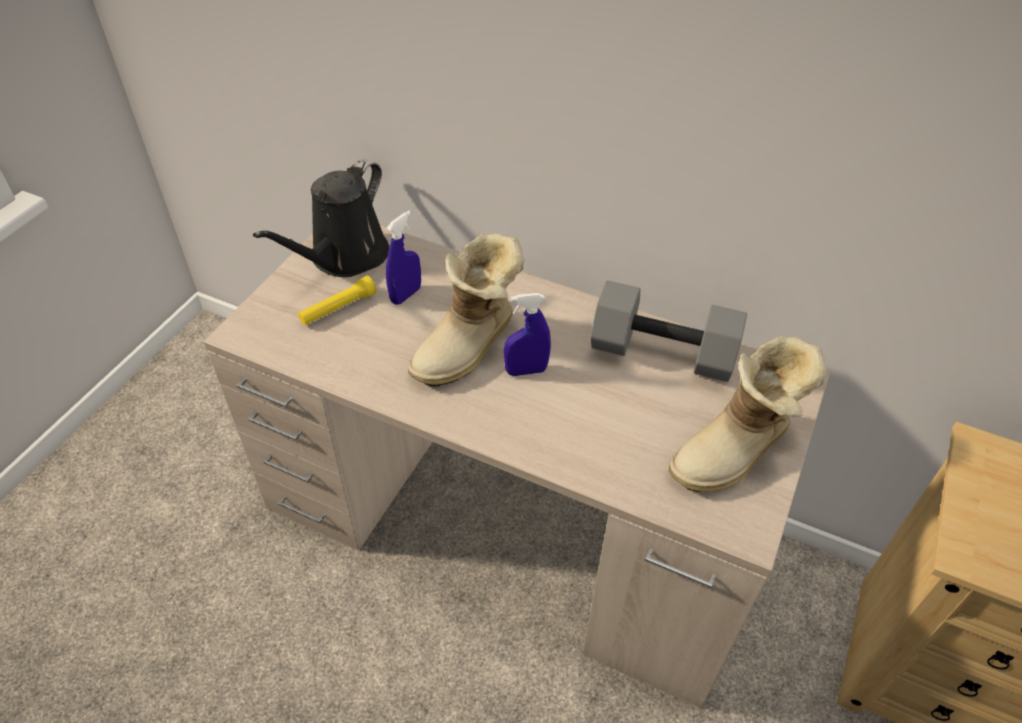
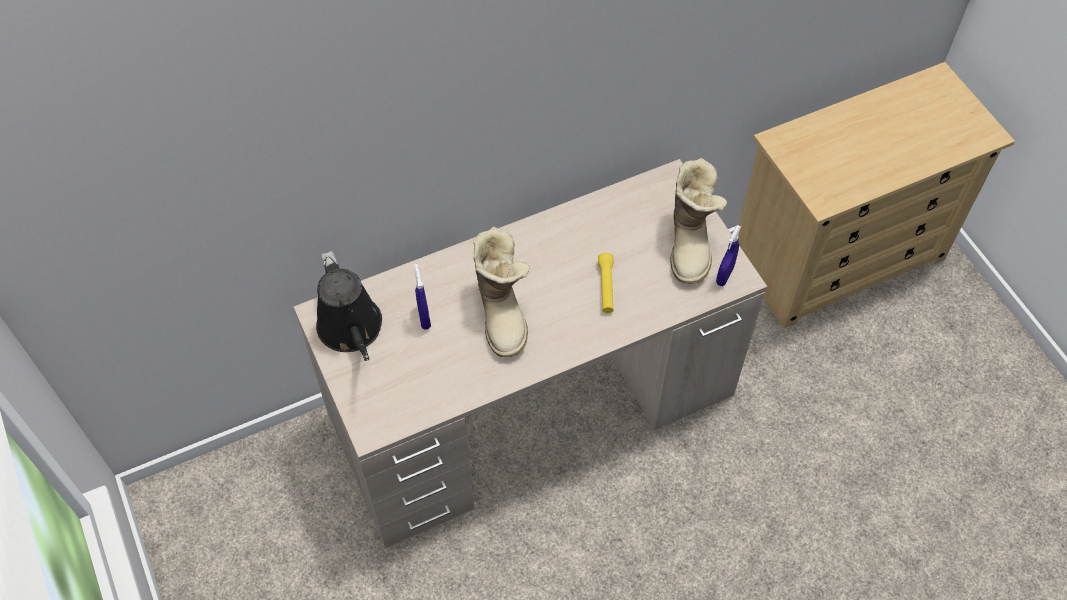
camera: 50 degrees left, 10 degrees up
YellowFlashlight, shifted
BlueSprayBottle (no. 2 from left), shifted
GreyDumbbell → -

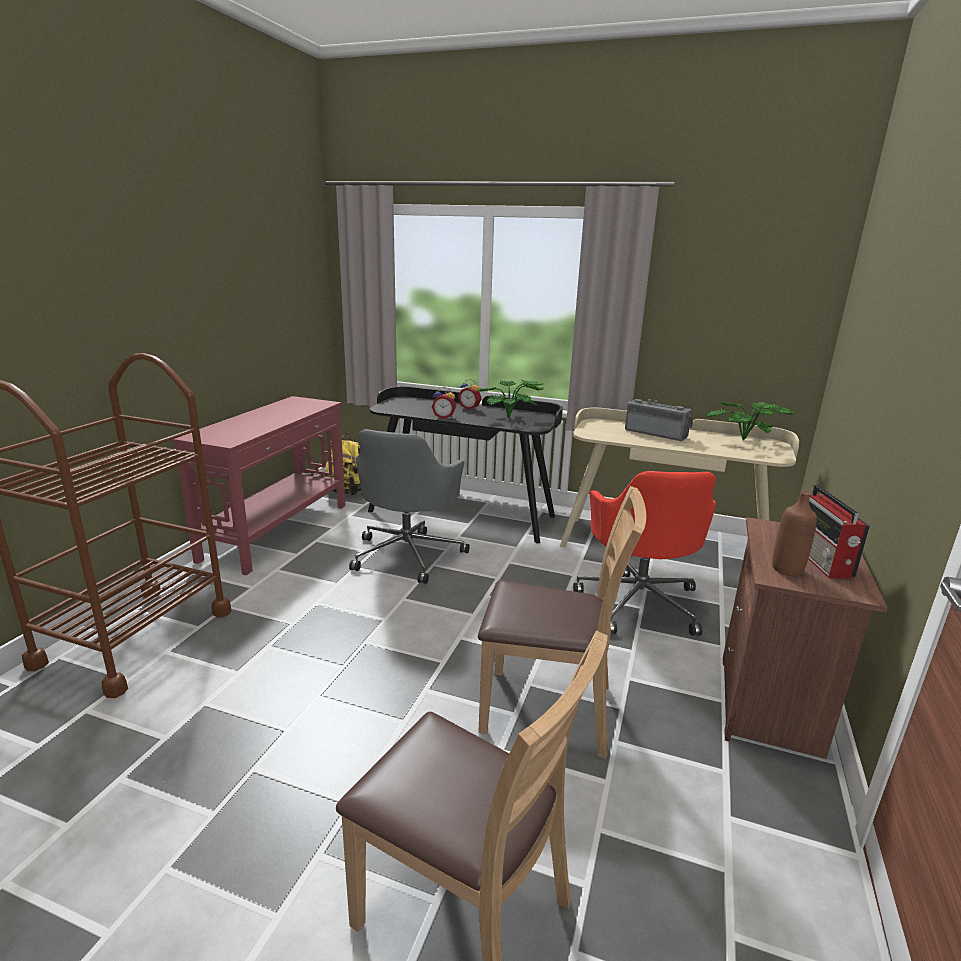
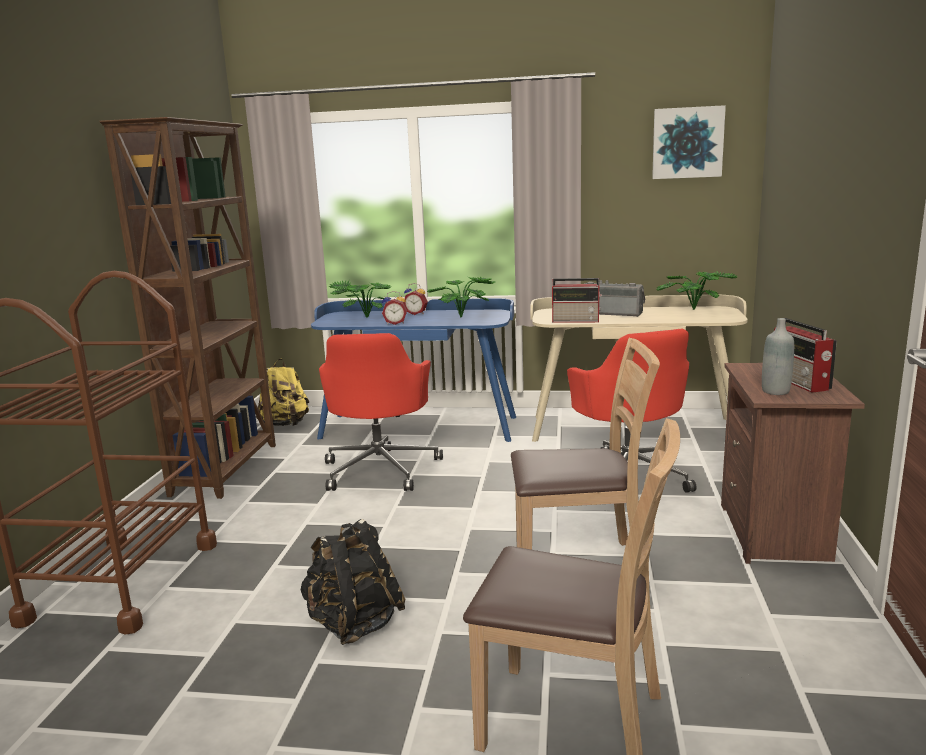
camera: 10 degrees left, 5 degrees down
RedConsoleTable → BrownBookcase
- → BlackBackpack
BlackDesk → BlueDesk
GreyOfficeChair → RedOfficeChair (no. 1 from left)
- → PottedPlant (no. 1 from left)
- → Radio (no. 1 from left)
- → Picture
BrownBottle → GreyBottle

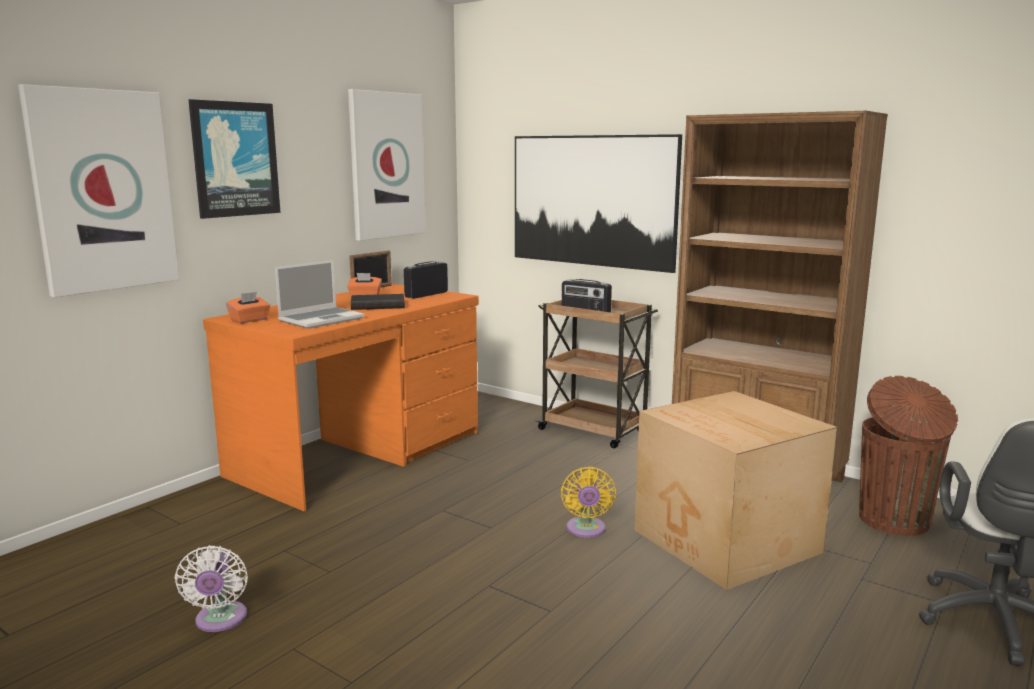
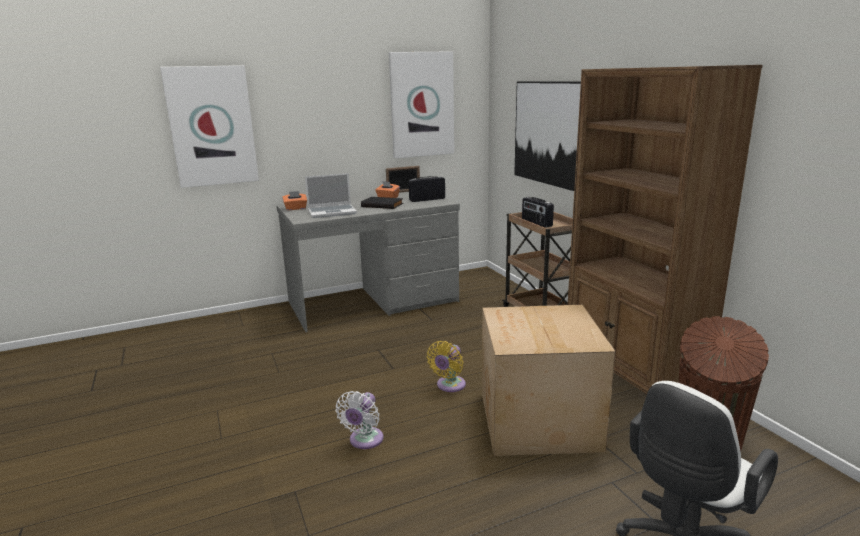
camera: 30 degrees right, 5 degrees up
OrangeDesk → GreyDesk
WhiteFan, shifted
Picture (no. 2 from left) → -

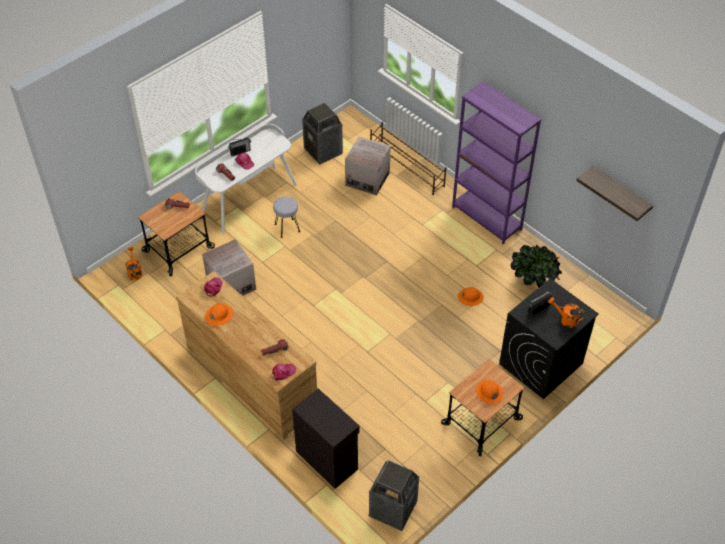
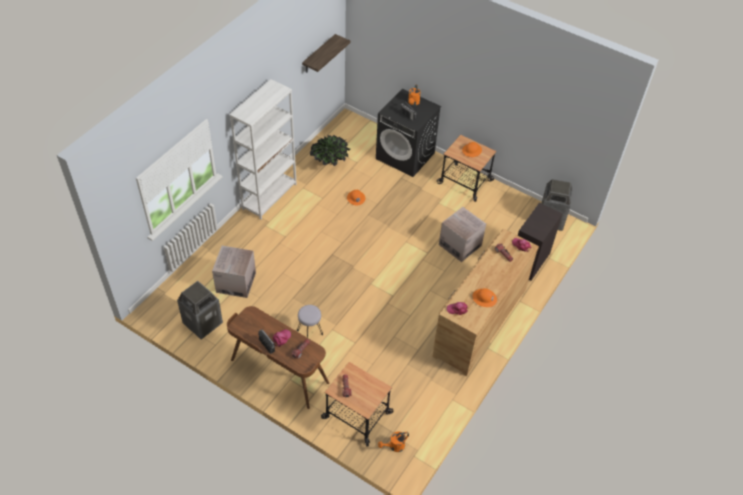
camera: 105 degrees left, 0 degrees up
WhiteDesk → BrownDesk
PurpleBookcase → WhiteBookcase
CardboardBox (no. 1 from left in the first image) → CardboardBox (no. 2 from left), shifted
BrownShoeRack → -

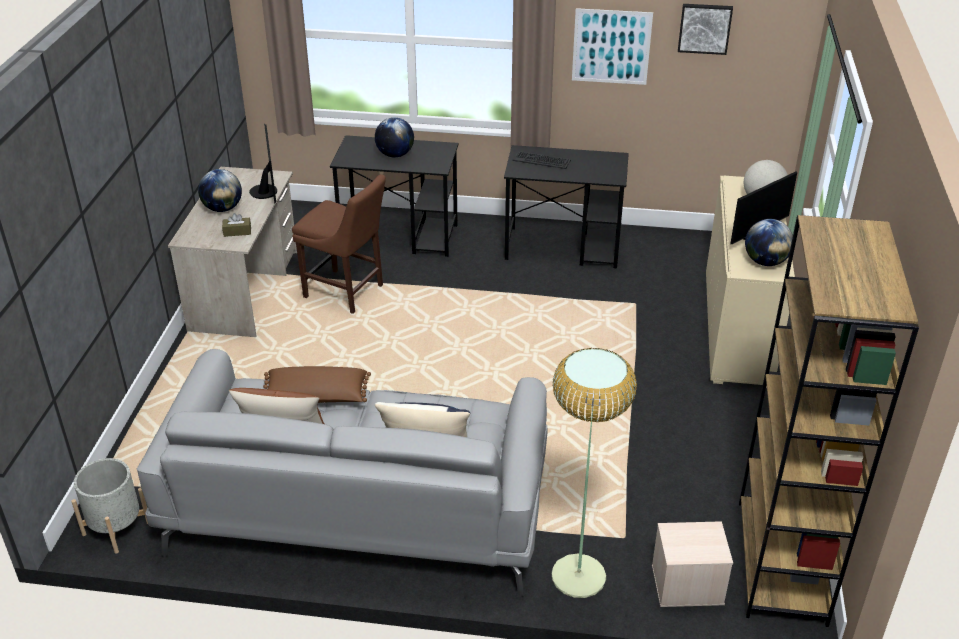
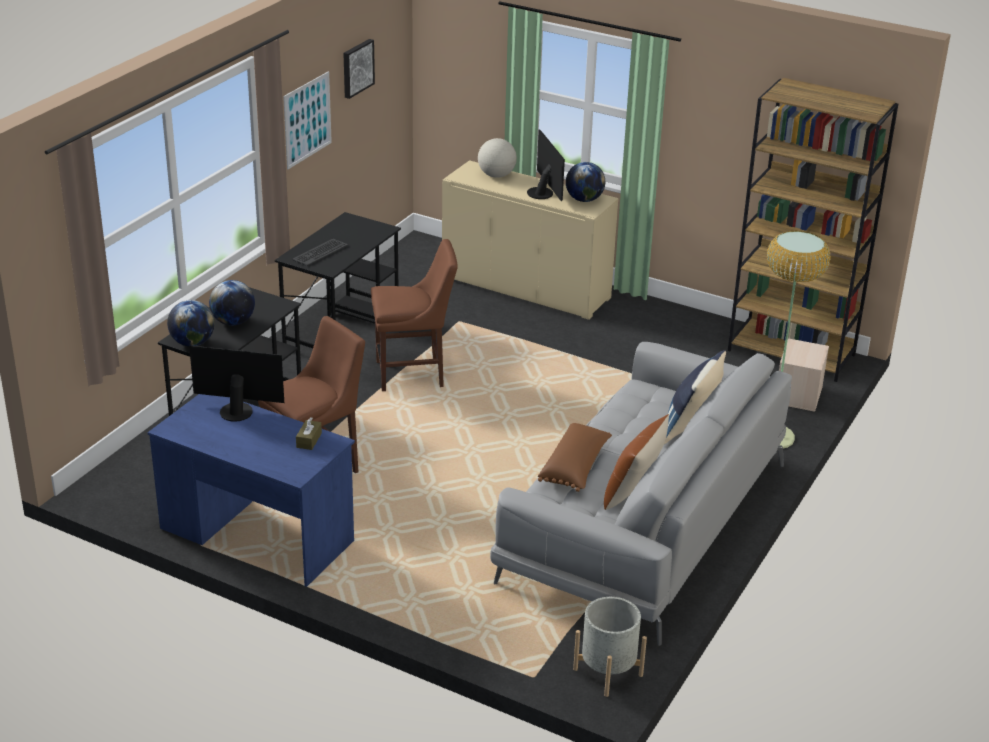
camera: 70 degrees left, 5 degrees down
BeigeDesk → BlueDesk
Globe (no. 1 from left), shifted
- → BrownChair (no. 2 from left)

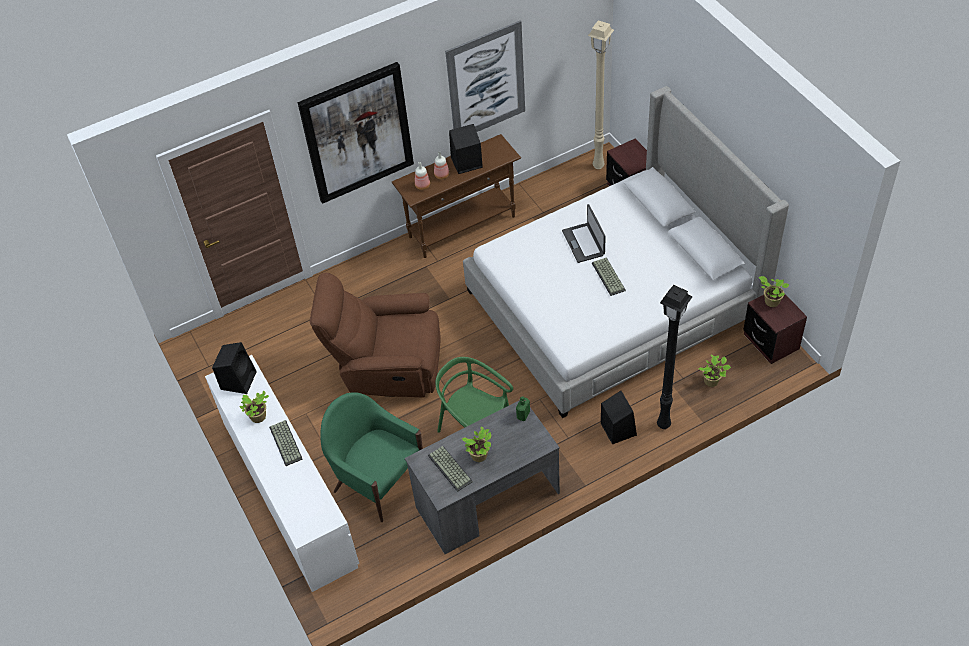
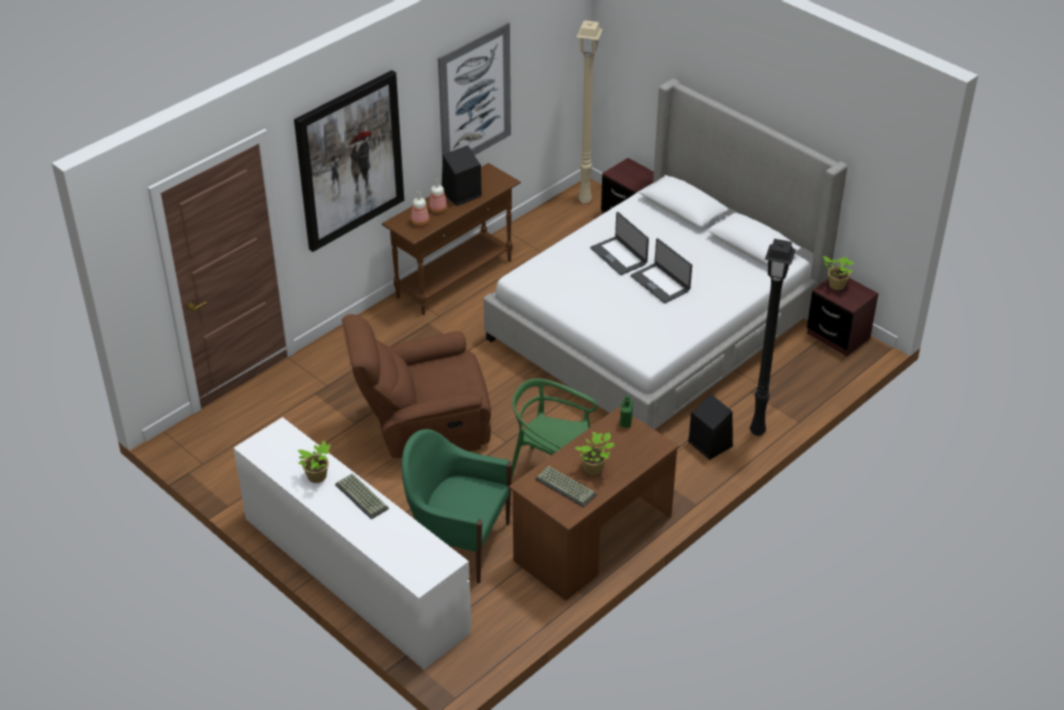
camera: 20 degrees left, 10 degrees down
GreyDesk → BrownDesk
Keyboard (no. 3 from left) → Laptop (no. 2 from left)
BlackSpeaker (no. 1 from left) → -
PottedPlant (no. 3 from left) → -

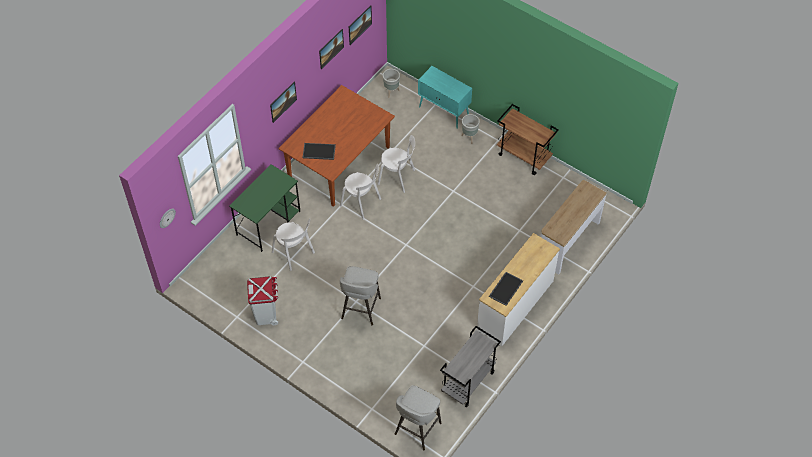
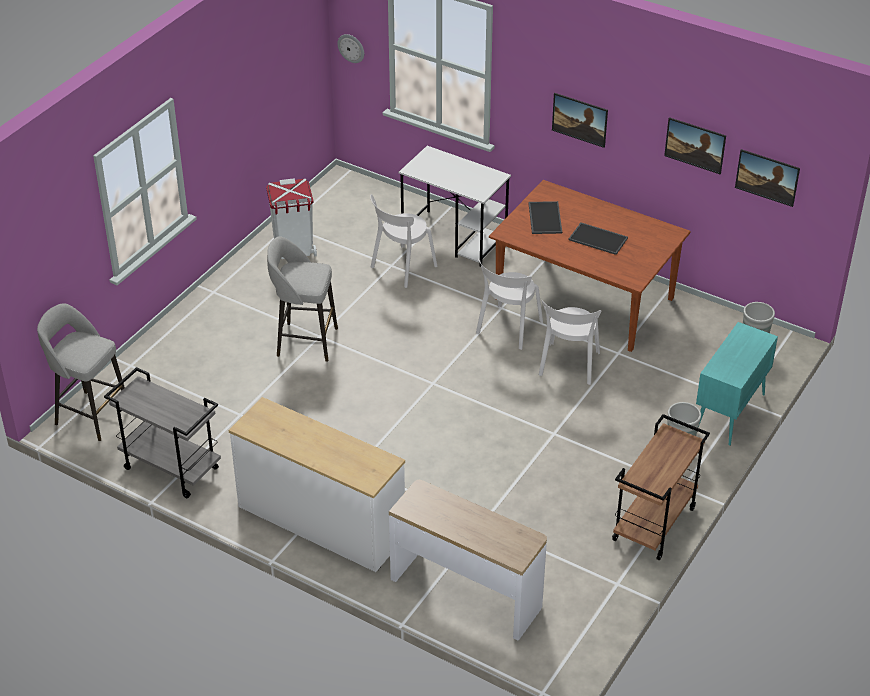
camera: 85 degrees right, 15 degrees down
GreenDesk → WhiteDesk
Tray (no. 2 from left), shifted

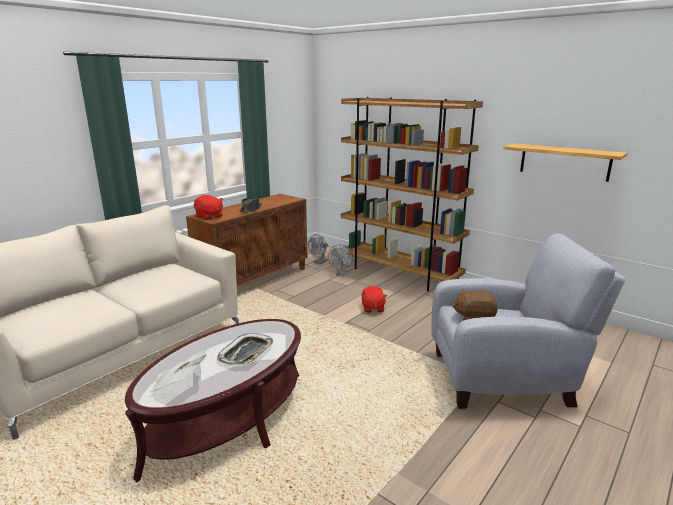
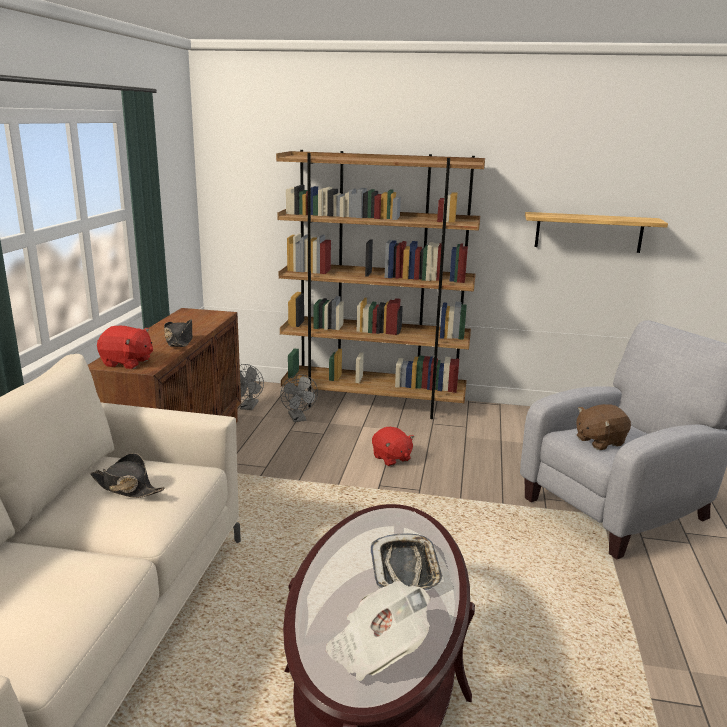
camera: 30 degrees left, 0 degrees up
- → BlackHat (no. 1 from left)

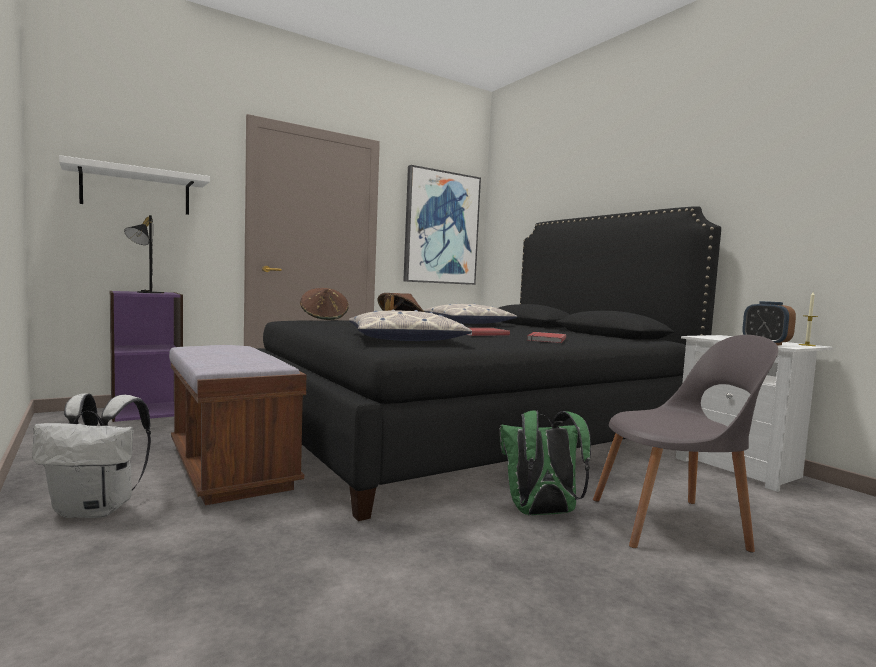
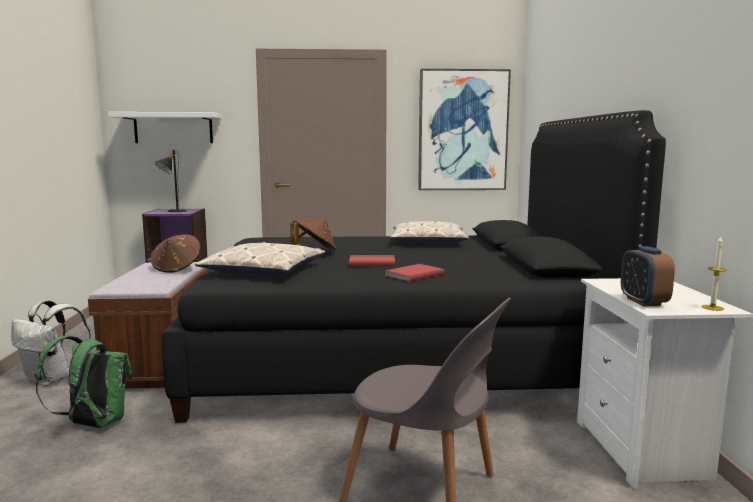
camera: 30 degrees right, 5 degrees up
GreenBackpack, shifted
BrownHat (no. 1 from left), shifted

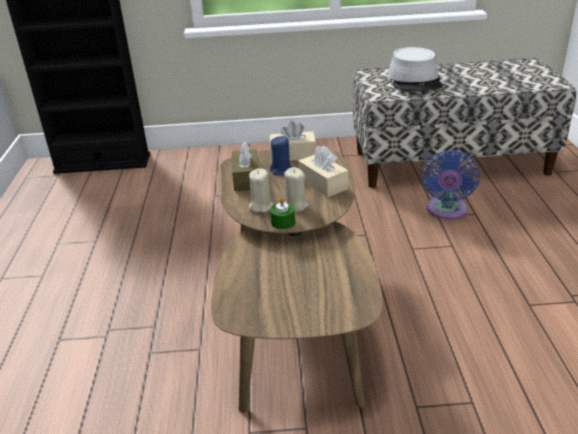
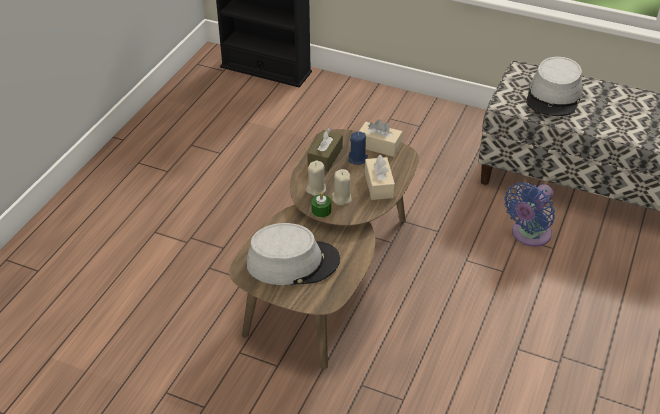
camera: 25 degrees right, 10 degrees up
- → GreyHat (no. 1 from left)

